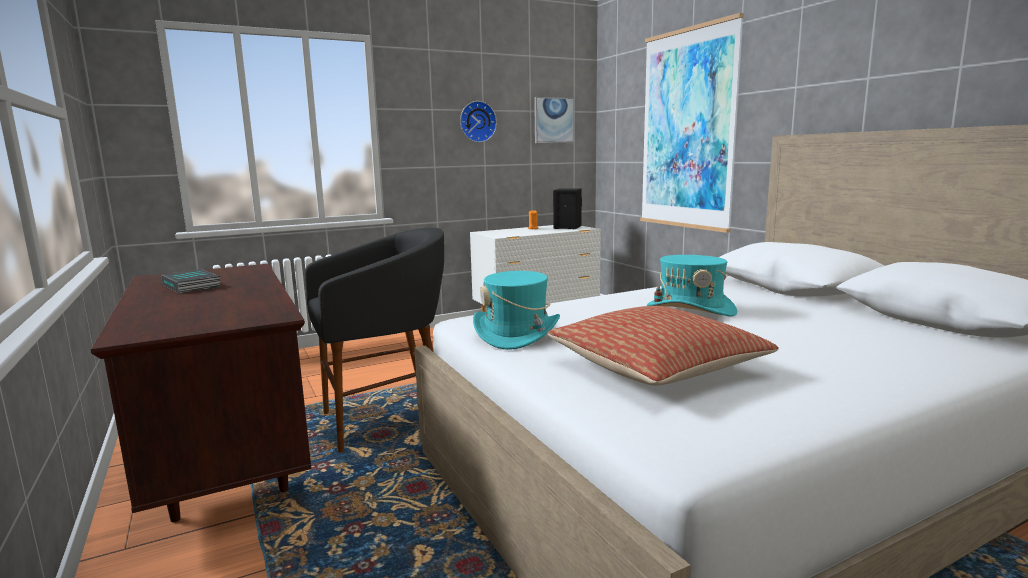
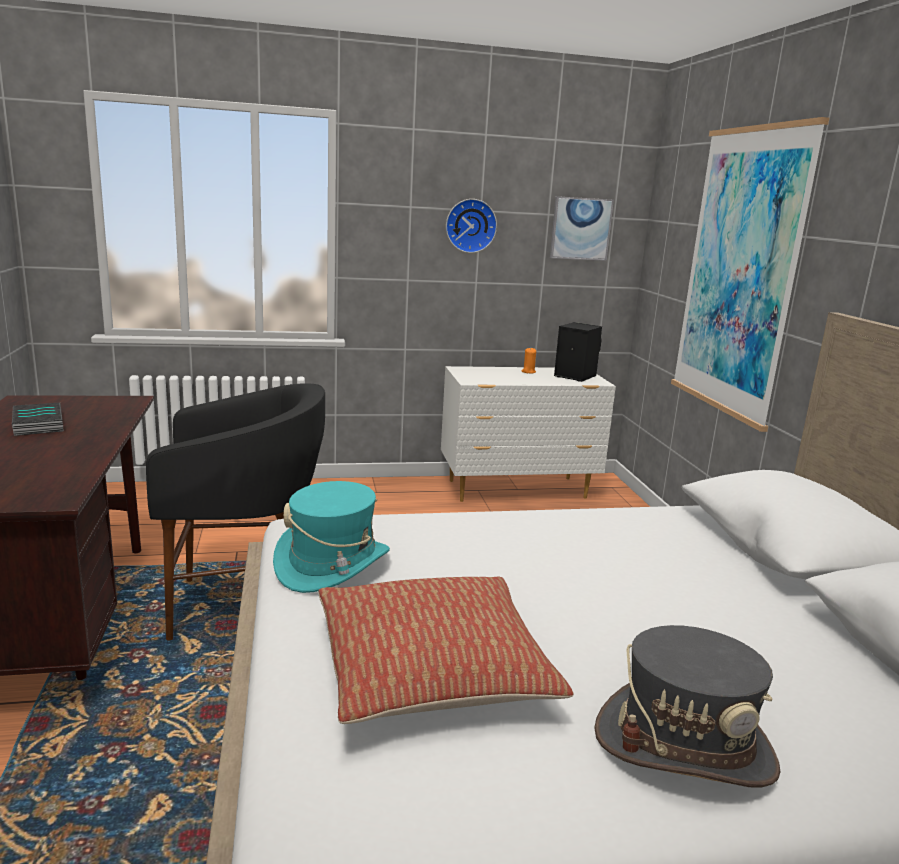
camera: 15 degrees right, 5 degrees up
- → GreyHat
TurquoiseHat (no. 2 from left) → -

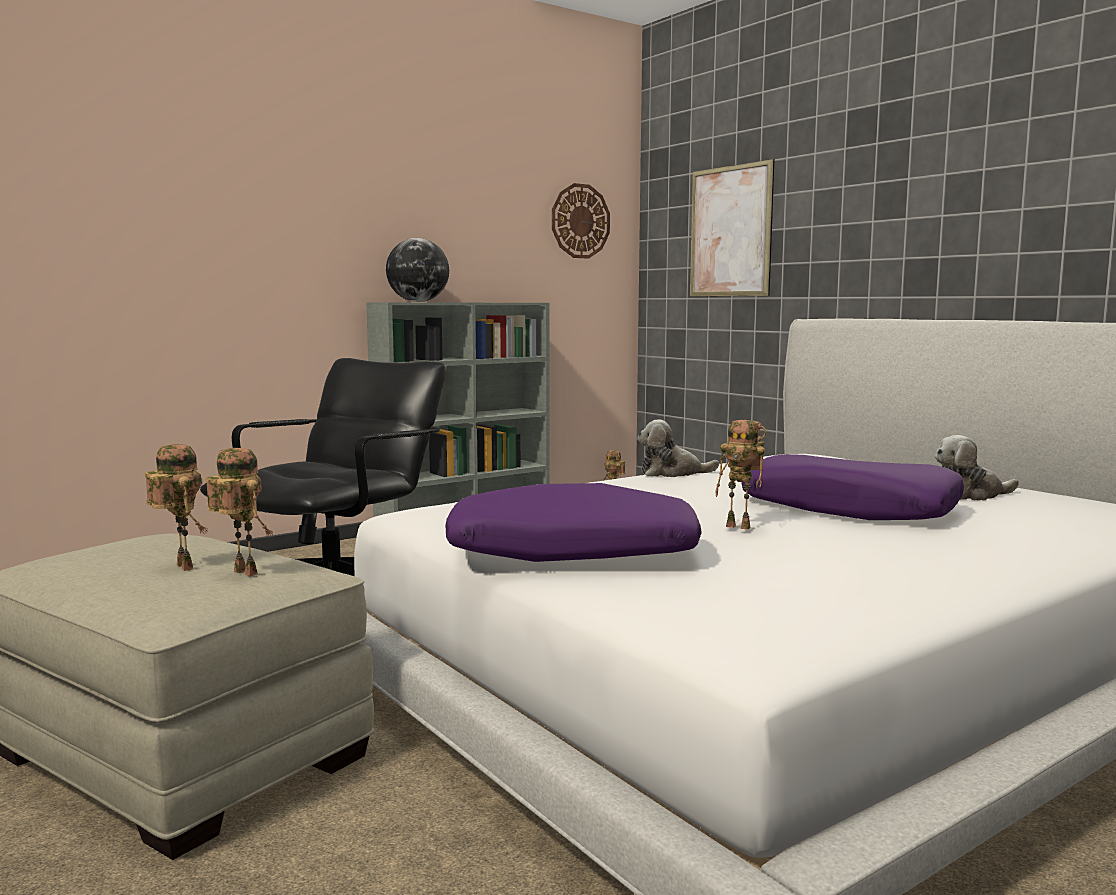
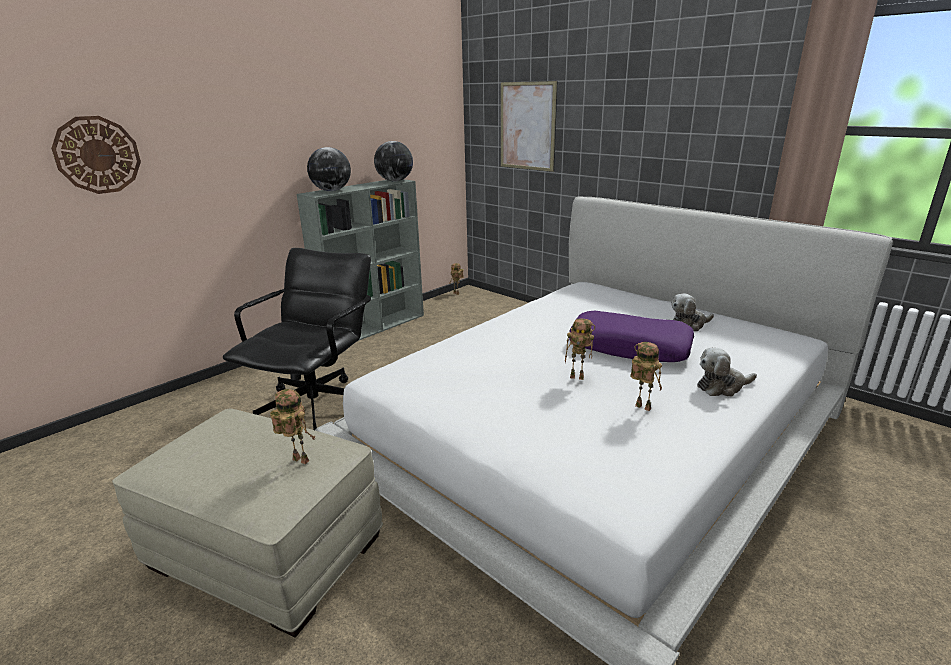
camera: 10 degrees left, 15 degrees up
WallClock, shifted
- → Globe (no. 2 from left)
ToyRobot (no. 1 from left in the first image) → ToyRobot (no. 4 from left), shifted
PlushToy (no. 1 from left in the first image) → PlushToy (no. 2 from left), shifted
PurplePillow (no. 1 from left) → -

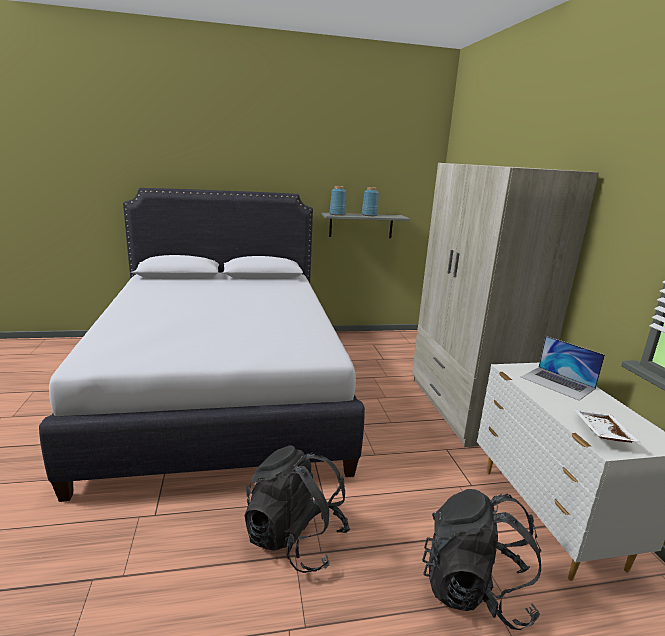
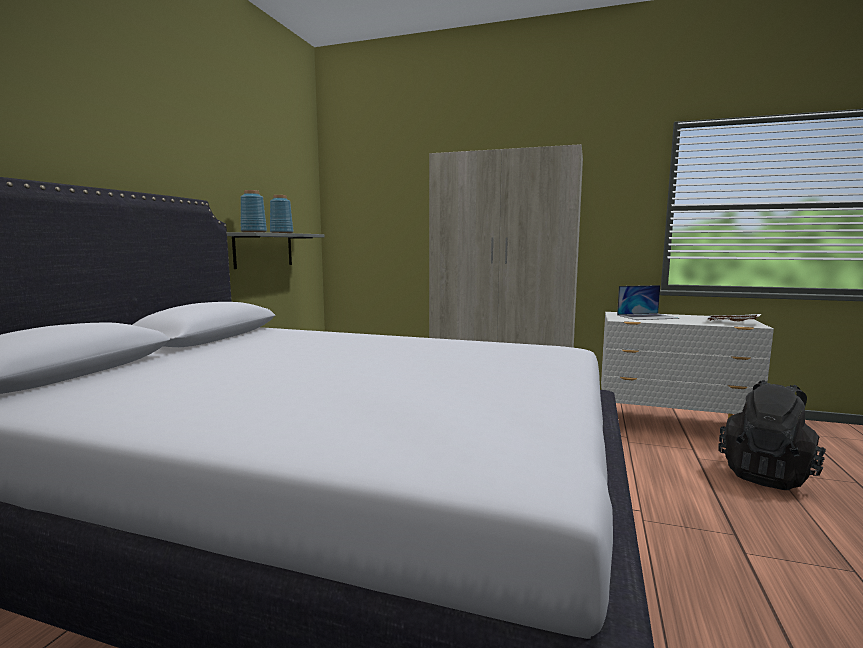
camera: 60 degrees left, 10 degrees down
BlackBackpack (no. 1 from left) → -

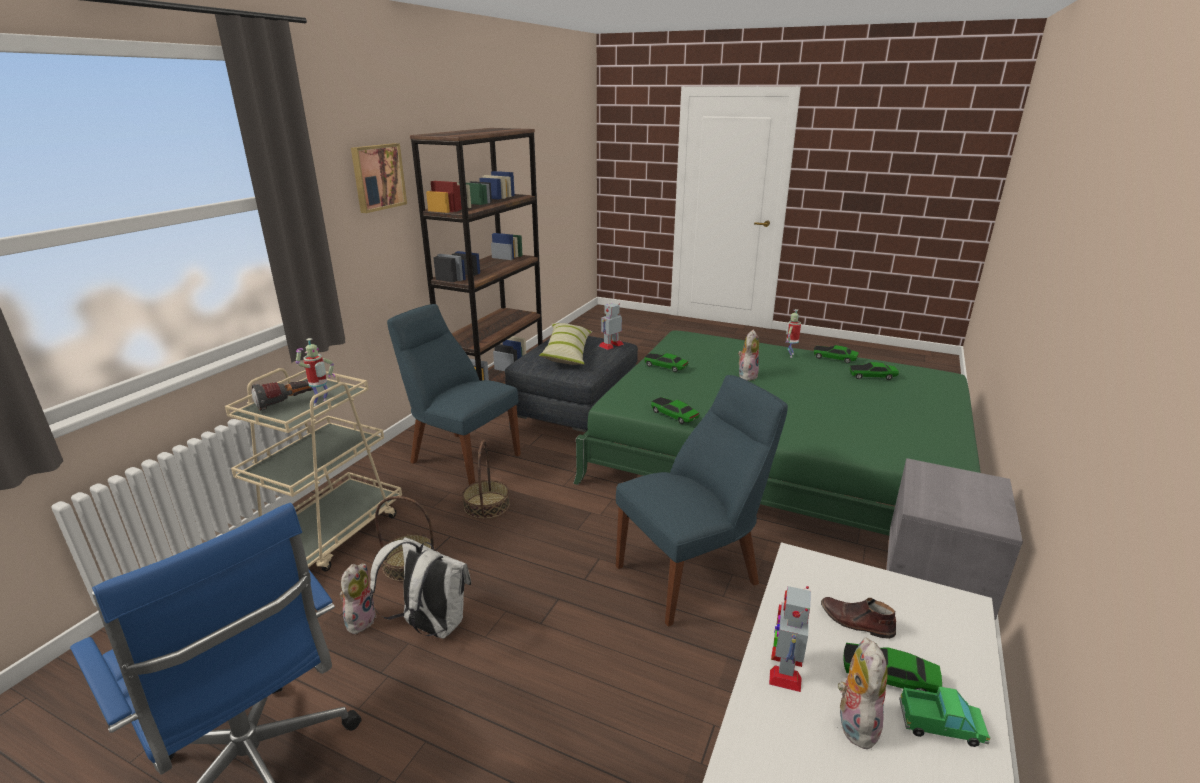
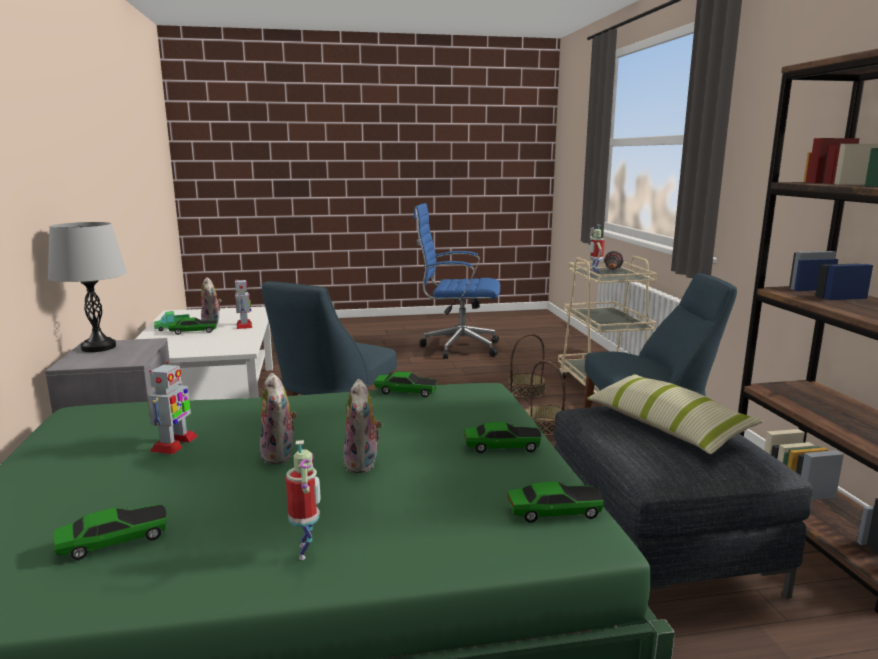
camera: 145 degrees right, 10 degrees down
- → GreyTableLamp
ToyRobot (no. 2 from left in the first image) → ToyRobot (no. 1 from left), shifted
PlushToy (no. 1 from left in the first image) → PlushToy (no. 2 from left), shifted
ToyCar (no. 3 from left in the first image) → ToyCar (no. 5 from left), shifted
Picture → -
WhiteBackpack → -
BrownShoe → -

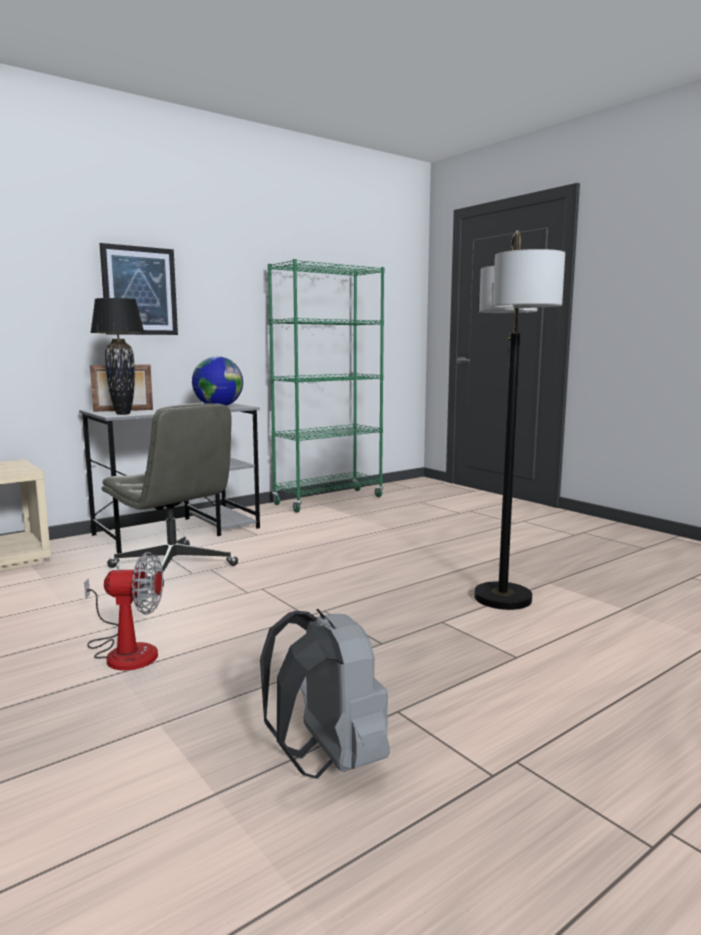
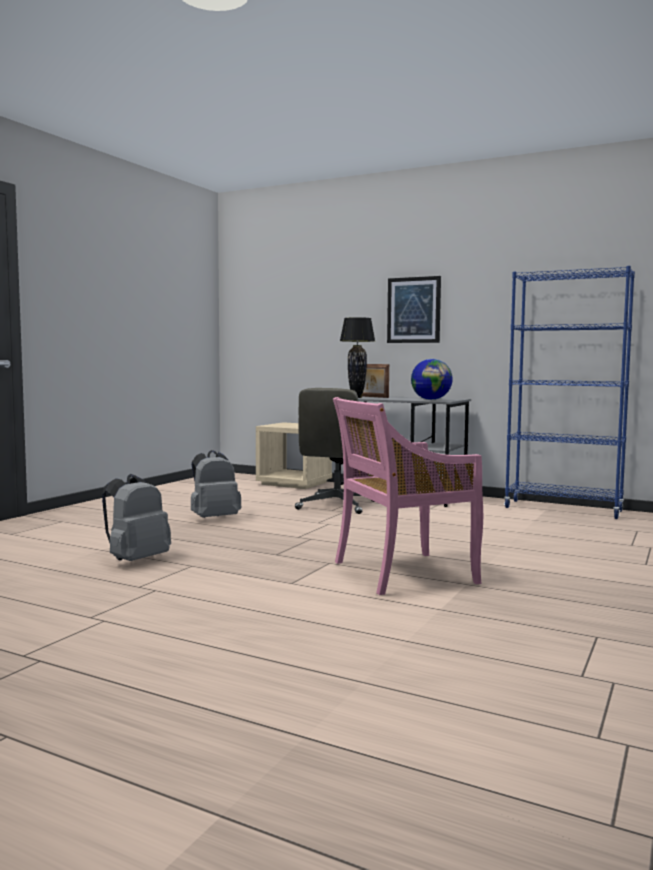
camera: 65 degrees right, 5 degrees down
Fan → GreyBackpack (no. 2 from left)
FloorLamp → PinkChair
GreenBookcase → BlueBookcase

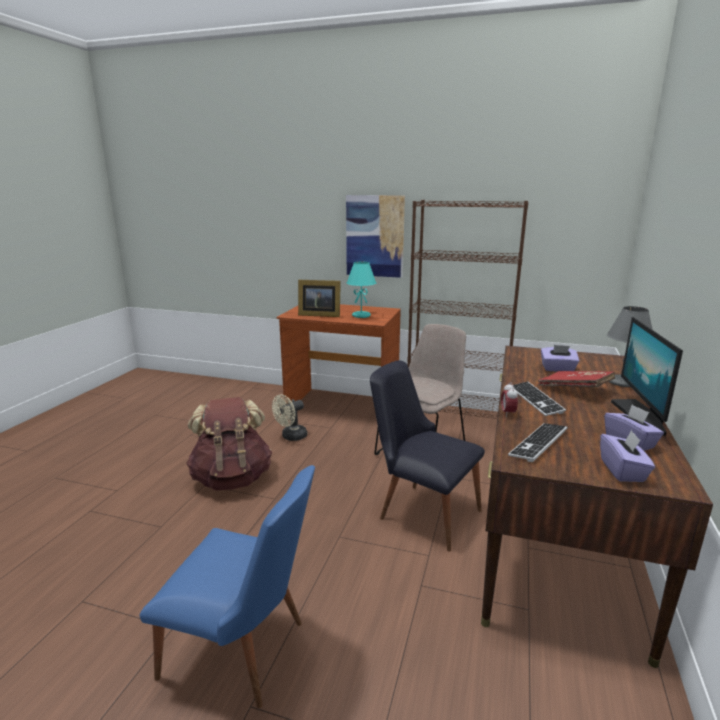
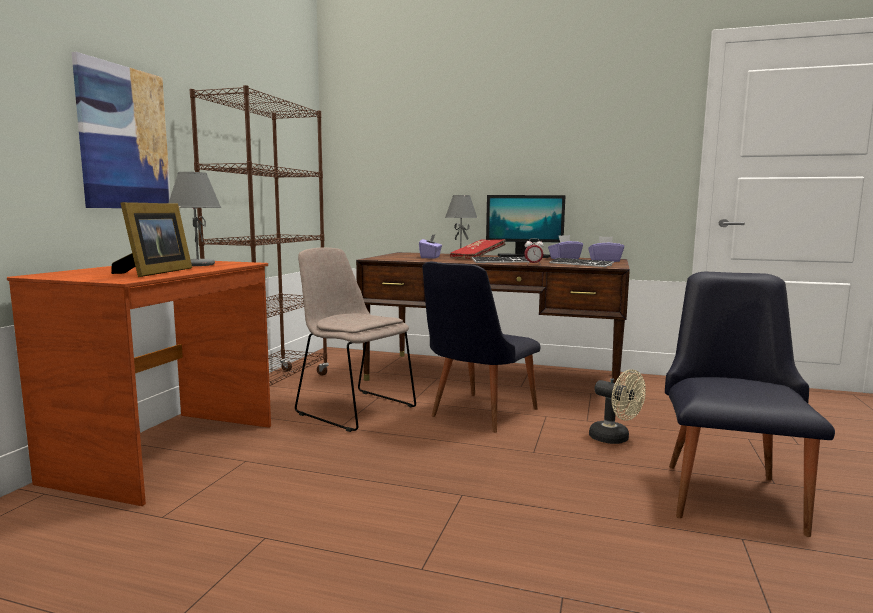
camera: 90 degrees left, 10 degrees down
TurquoiseTableLamp → GreyTableLamp (no. 1 from left)
BeigeFan, shifted
BlueChair → BlackChair (no. 2 from left)
BrownBackpack → -

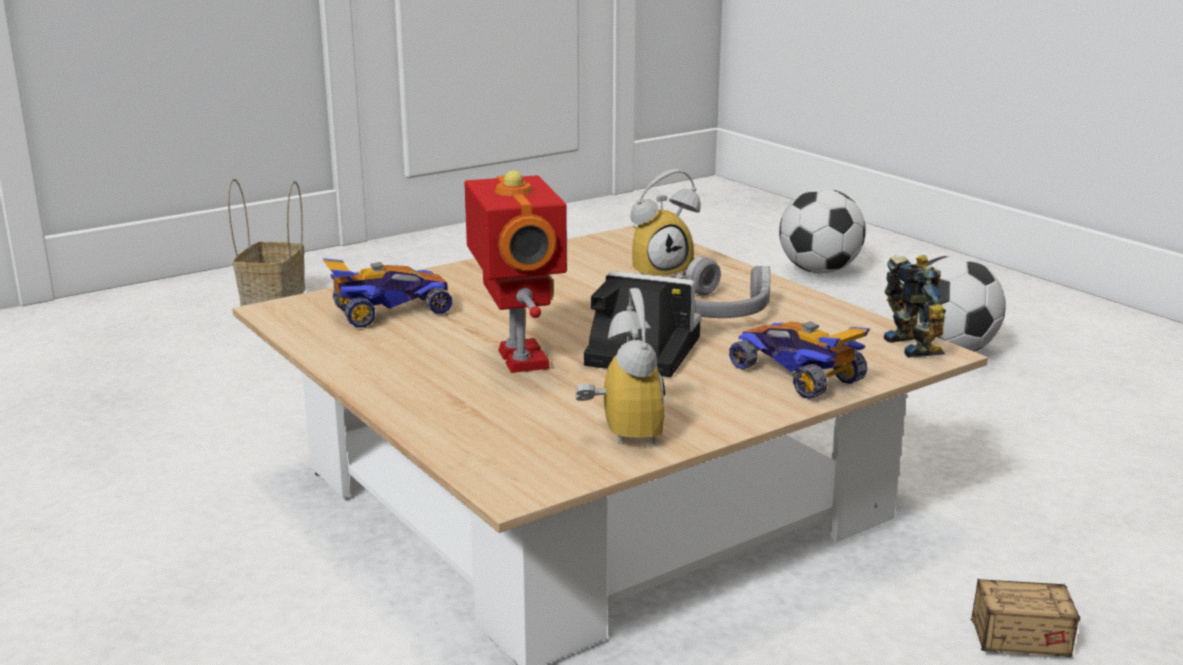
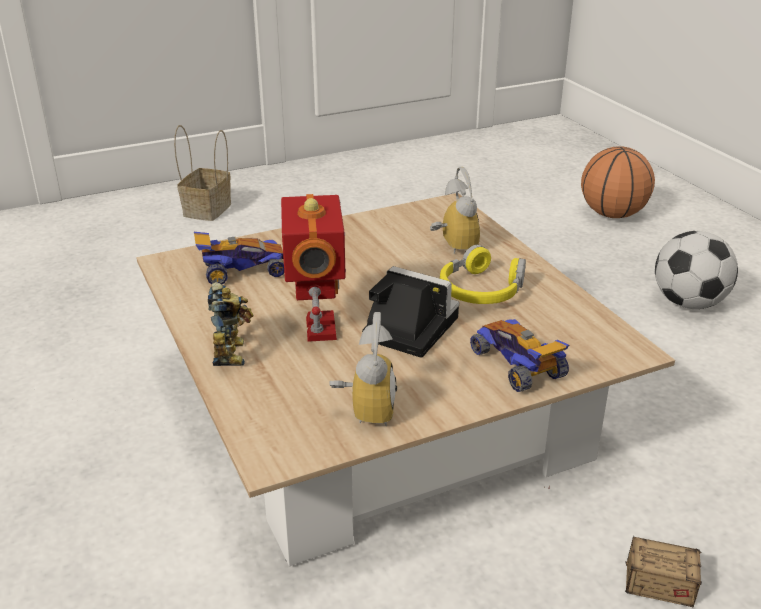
camera: 10 degrees right, 10 degrees up
ToyRobot (no. 2 from left in the first image) → ToyRobot (no. 1 from left), shifted
AlarmClock (no. 2 from left), 90 degrees counterclockwise
GreyHeadphones → YellowHeadphones
Football (no. 1 from left) → Basketball

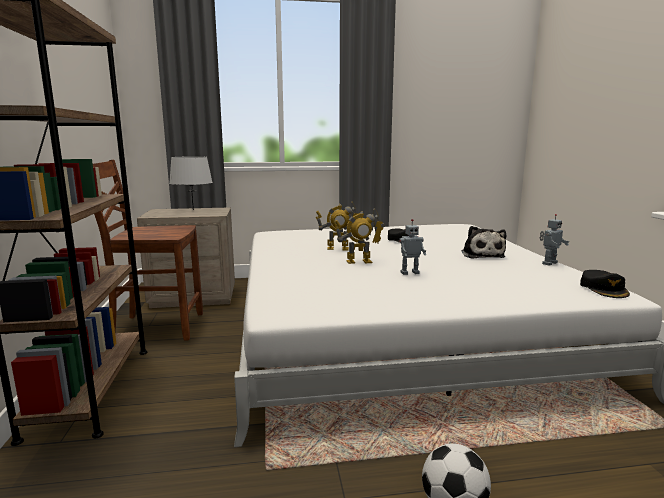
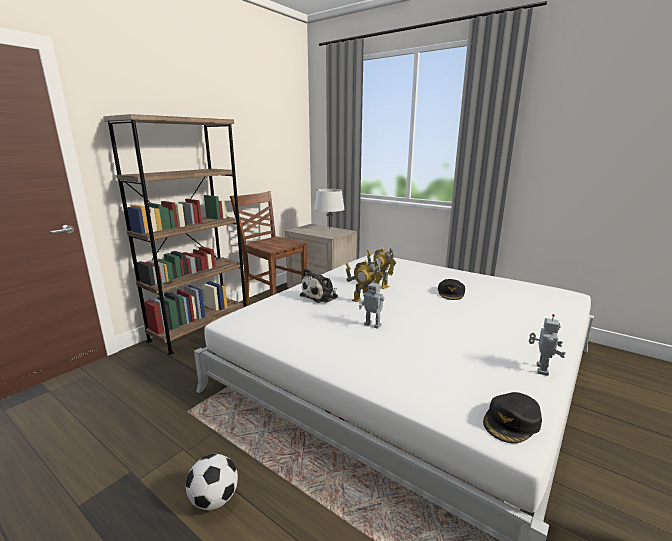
camera: 45 degrees right, 5 degrees up
PlushToy, shifted
ToyRobot (no. 4 from left), 75 degrees counterclockwise

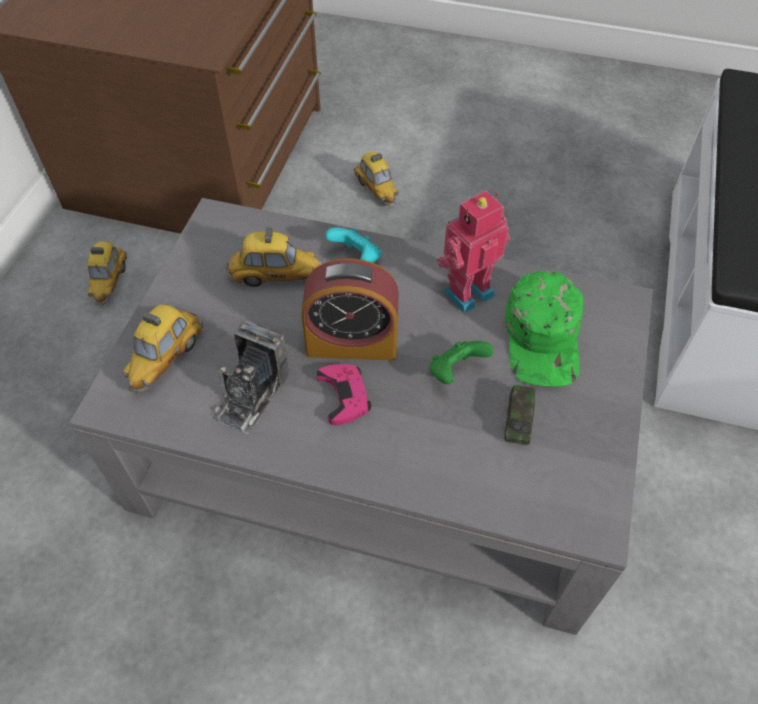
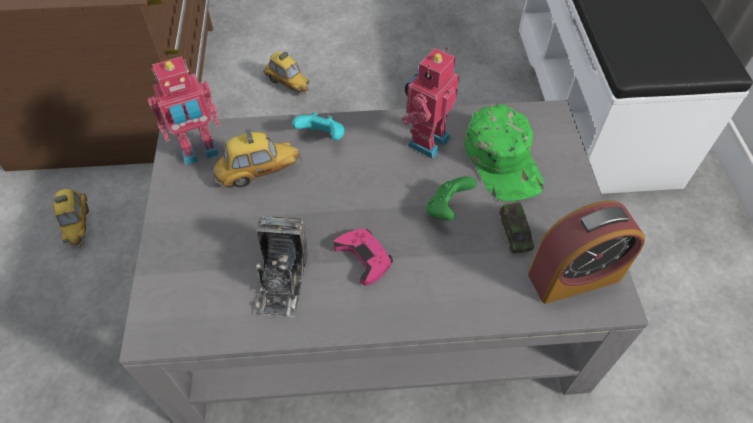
camera: 20 degrees left, 0 degrees up
- → ToyRobot (no. 1 from left)
AlarmClock, shifted
ToyCar (no. 2 from left) → -

